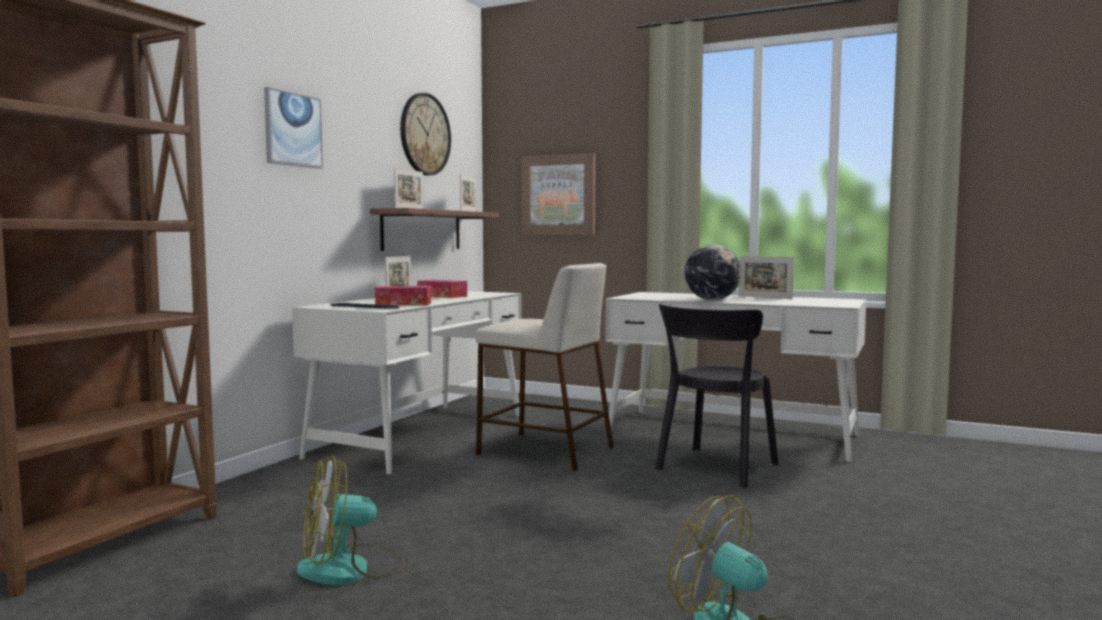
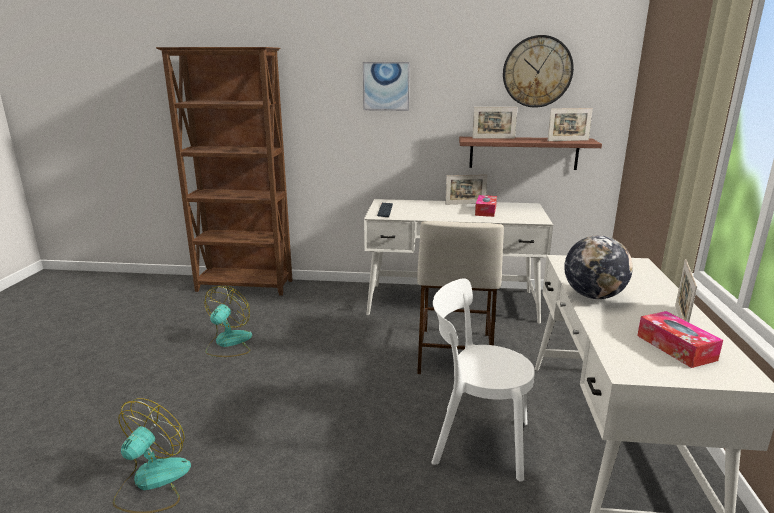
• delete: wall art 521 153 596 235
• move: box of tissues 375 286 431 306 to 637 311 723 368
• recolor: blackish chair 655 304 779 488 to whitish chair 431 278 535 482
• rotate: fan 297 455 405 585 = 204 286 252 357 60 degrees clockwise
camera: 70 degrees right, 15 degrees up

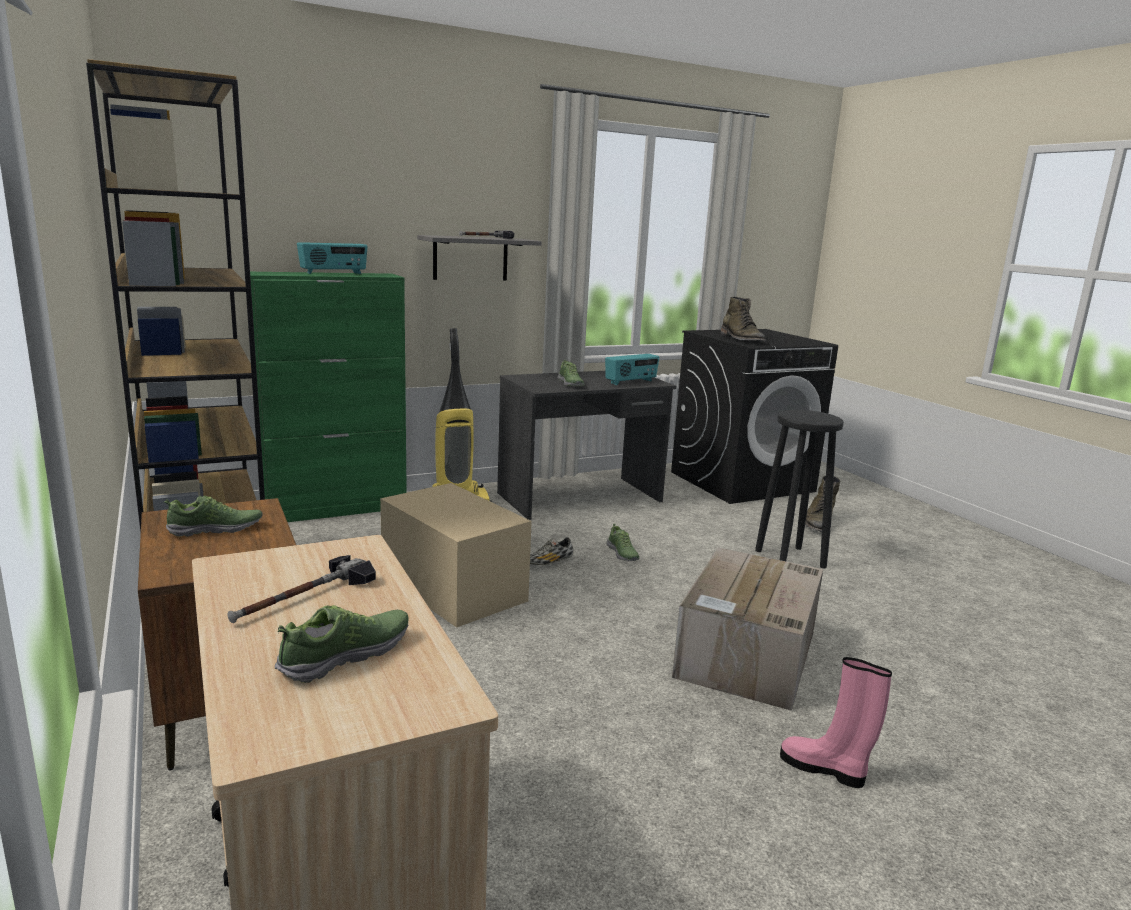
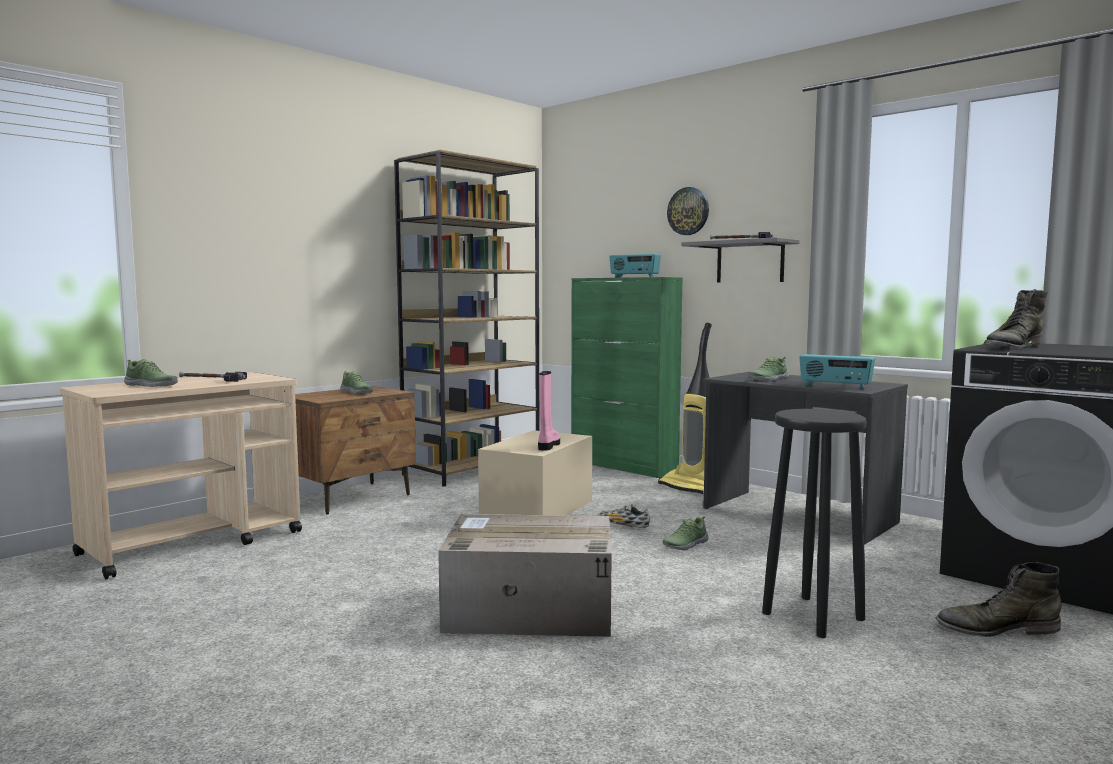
• insert: wall clock 667 187 709 235
• move: pink-coloured high-top boot 780 657 892 788 to 538 371 560 451
camera: 70 degrees right, 10 degrees down

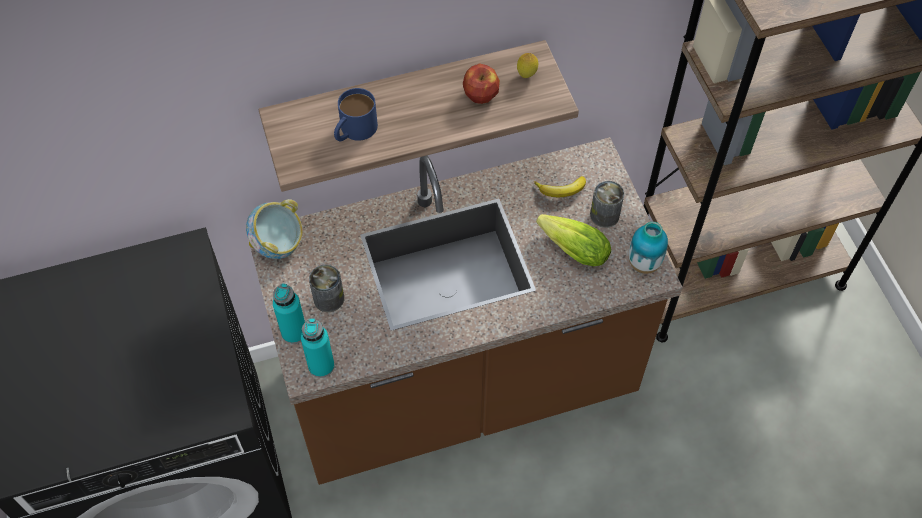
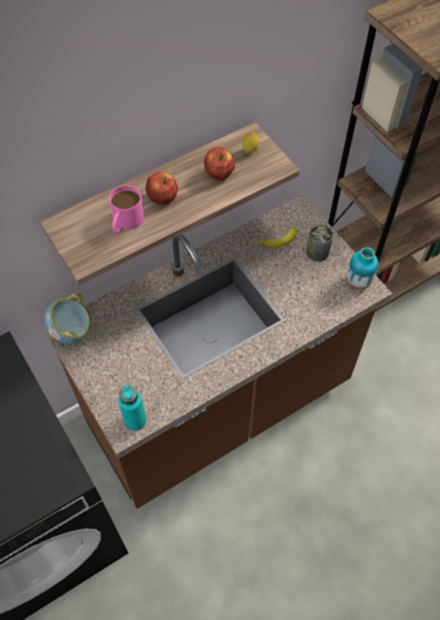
• delete: blue-green beverage bottle 273 283 305 344
• delete: can 309 264 344 312
• delete: head of lettuce 536 214 611 266
• insert: apple fruit 145 172 178 205
• recolor: blue-coloured tea mug 334 88 378 141 to pink-coloured tea mug 109 185 144 233
camera: 15 degrees left, 0 degrees up

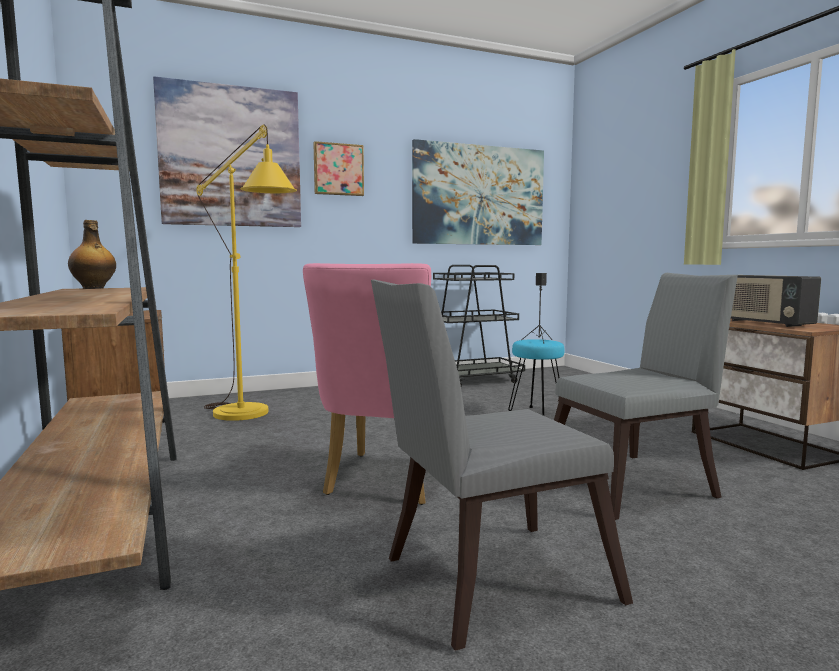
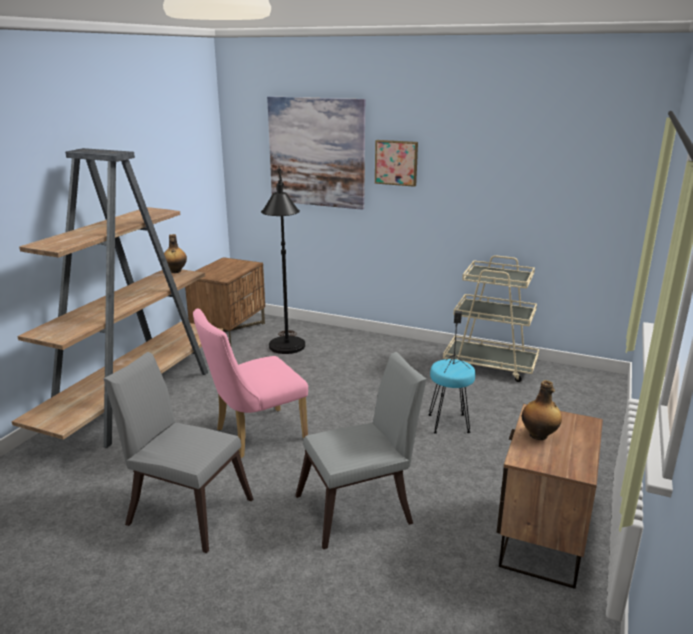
• delete: wall art 412 139 544 245
• replace: radio set 731 275 821 327 to beverage bottle 522 380 562 440
• recolor: yellow-coloured standard lamp 196 125 297 421 to blackish standard lamp 261 165 305 354
• recolor: blackish cart 433 265 525 386 to sand-coloured cart 443 255 539 382
• rotate: grey chair 554 273 738 520 = 295 352 427 549 45 degrees counterclockwise
camera: 45 degrees right, 15 degrees up

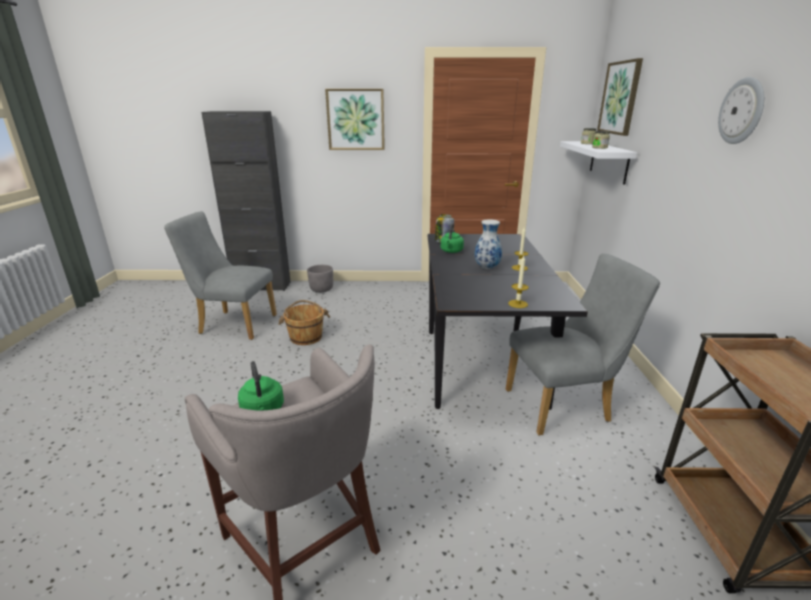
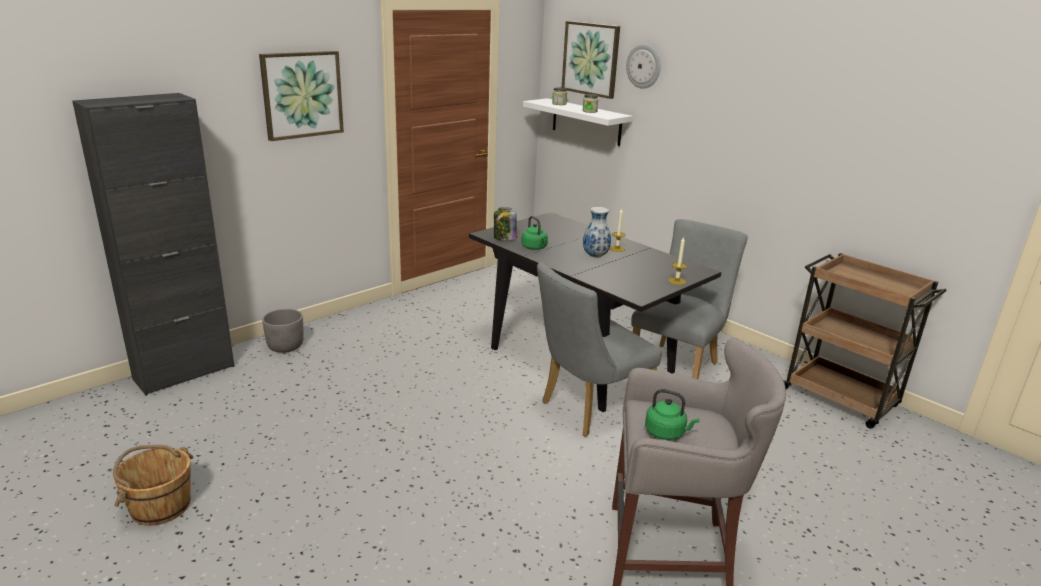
• move: grey chair 164 211 277 340 to 537 262 662 437
• move: brownish bucket 278 300 330 345 to 113 445 193 526
• move: wall clock 718 77 764 144 to 626 44 660 89
camera: 45 degrees left, 0 degrees up

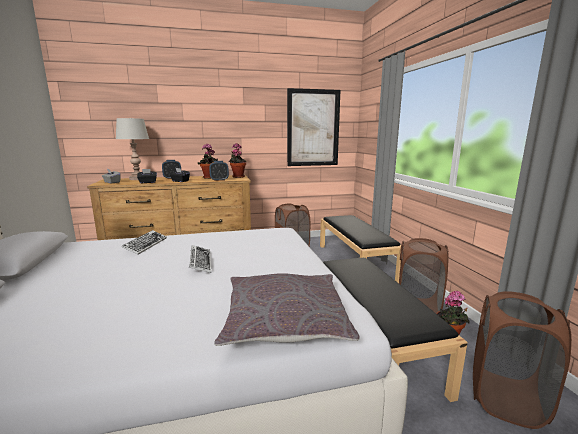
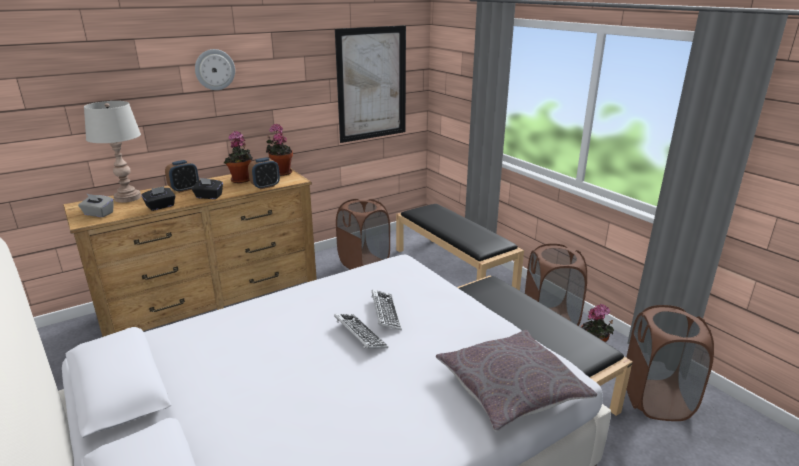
• insert: wall clock 195 49 235 90
• move: keyboard 122 230 167 255 to 372 289 402 330
camera: 20 degrees left, 10 degrees up

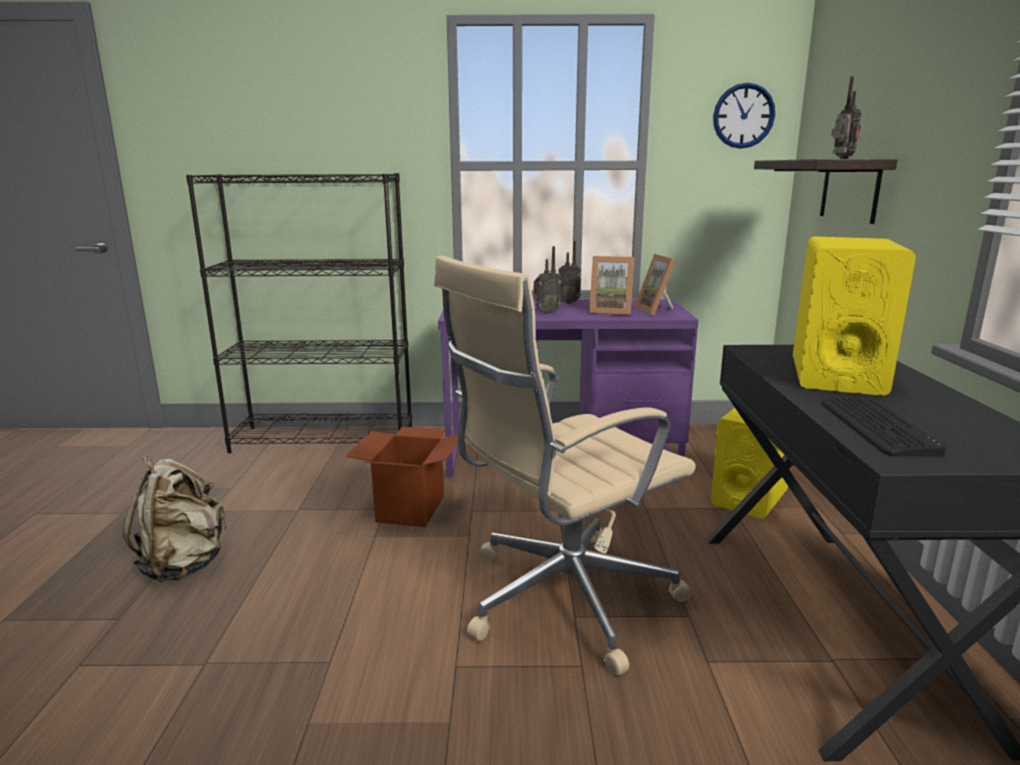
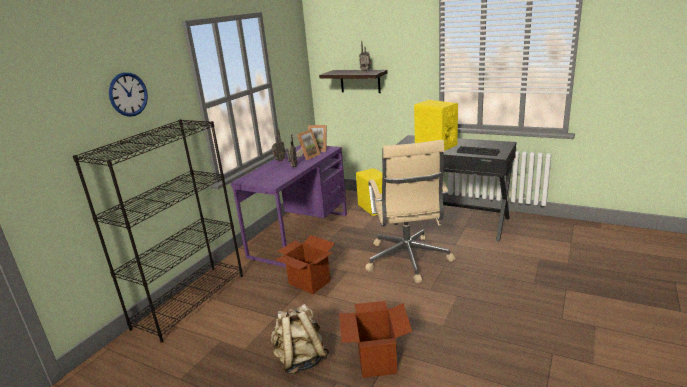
• insert: packing box 339 301 412 378
• move: wall clock 713 83 775 149 to 109 72 148 117
camera: 60 degrees left, 5 degrees up

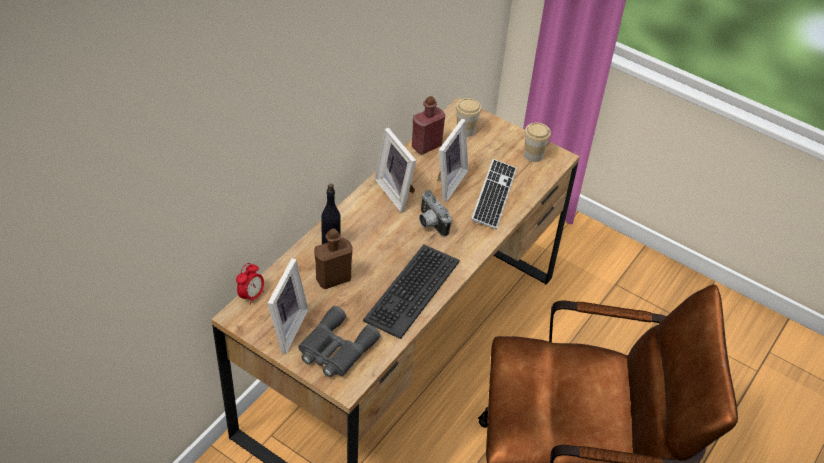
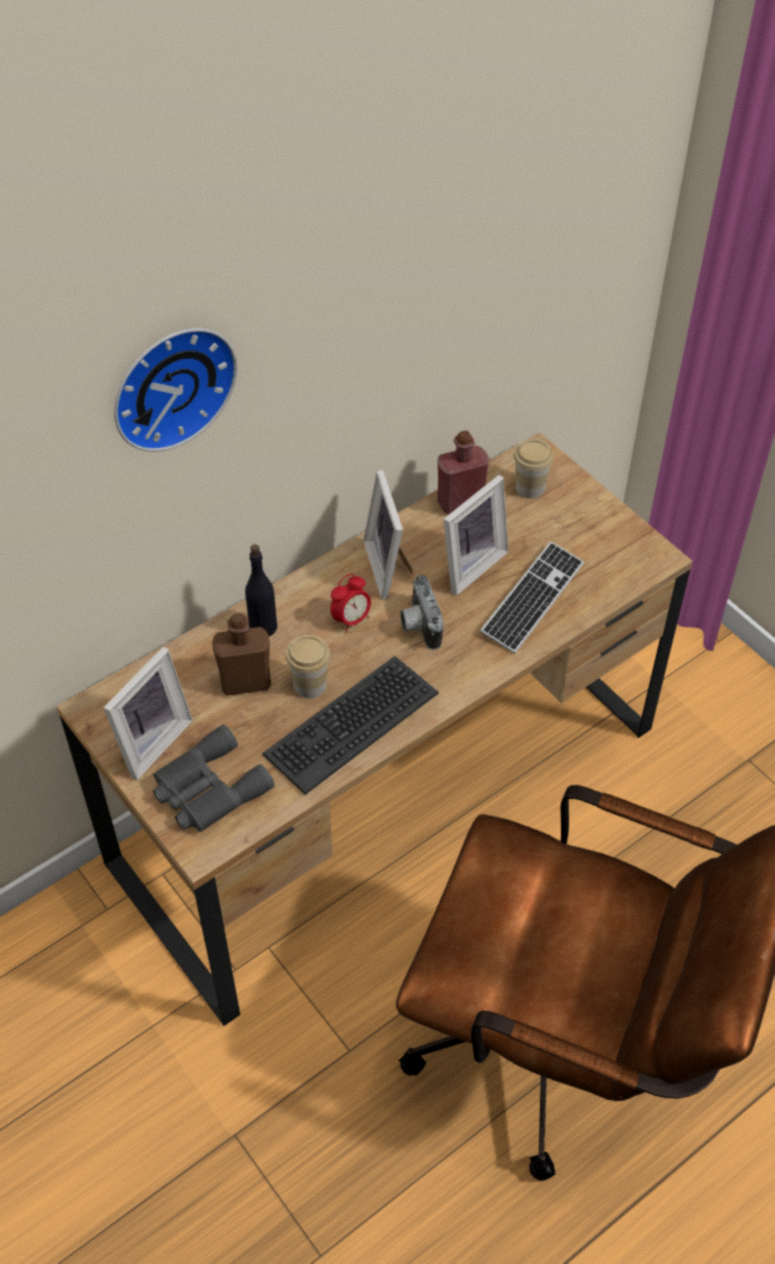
• insert: wall clock 114 328 237 452
• move: bedside clock 236 263 264 305 to 330 574 371 633
• move: small cup 524 122 551 162 to 286 635 330 698
camera: 20 degrees right, 5 degrees up

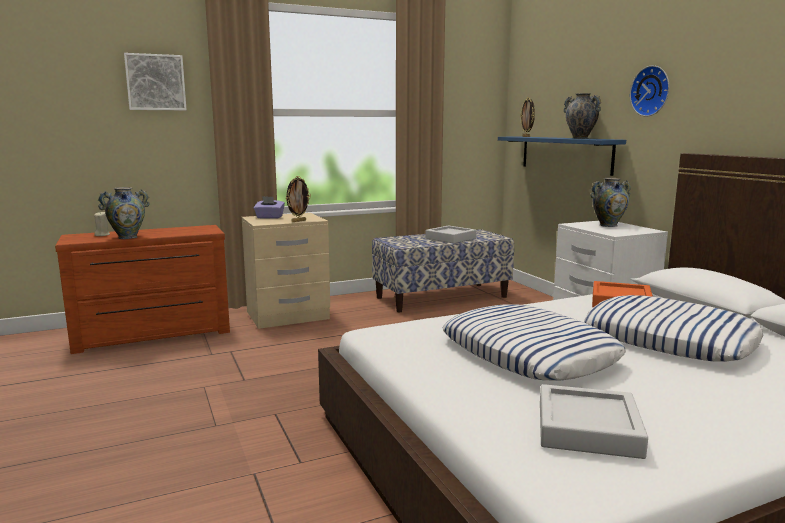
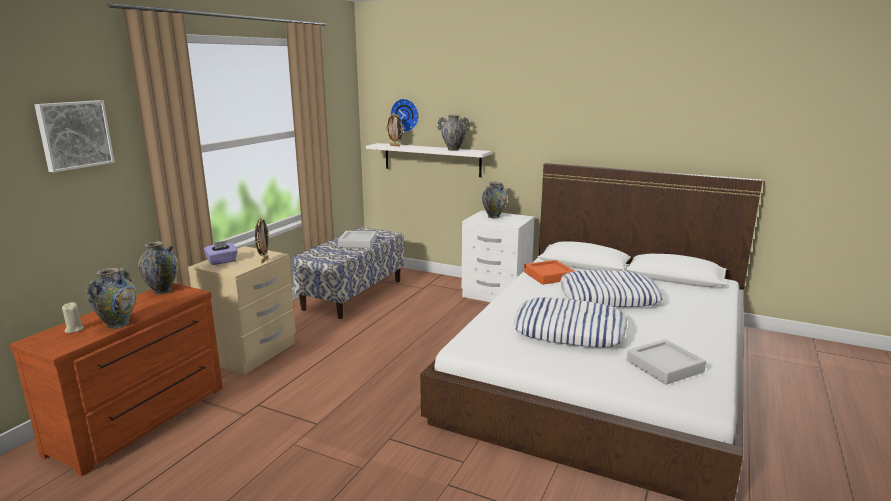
• insert: flower vase 138 241 179 294
• move: wall clock 630 65 669 117 to 390 99 419 132
• recolor: blue-coloured wall shelf 498 136 626 176 to whitish wall shelf 366 143 491 177
camera: 40 degrees left, 5 degrees up

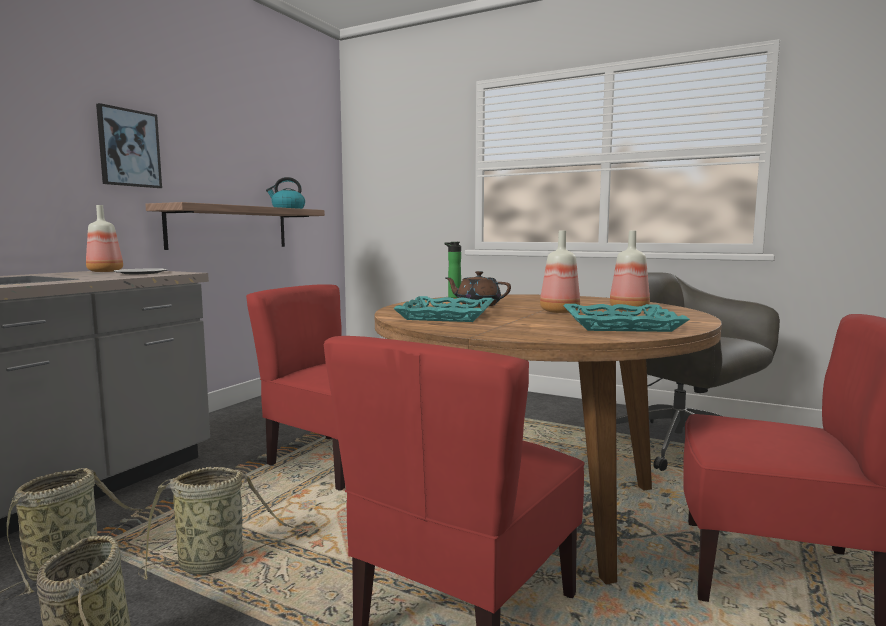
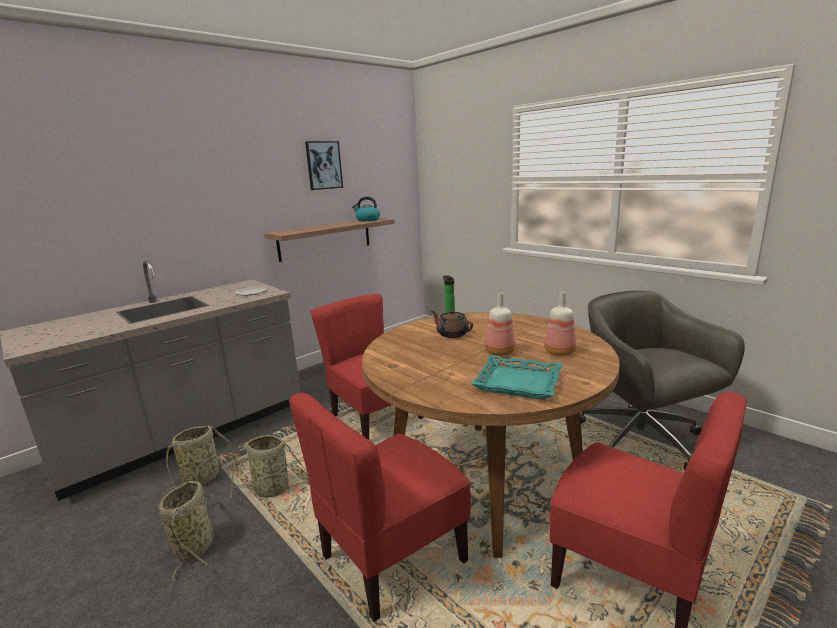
• delete: beverage bottle 86 205 123 272
• delete: blue-green carrying tray 393 296 494 322
• move: wall art 96 103 162 188 to 305 141 343 190
camera: 20 degrees right, 10 degrees up

